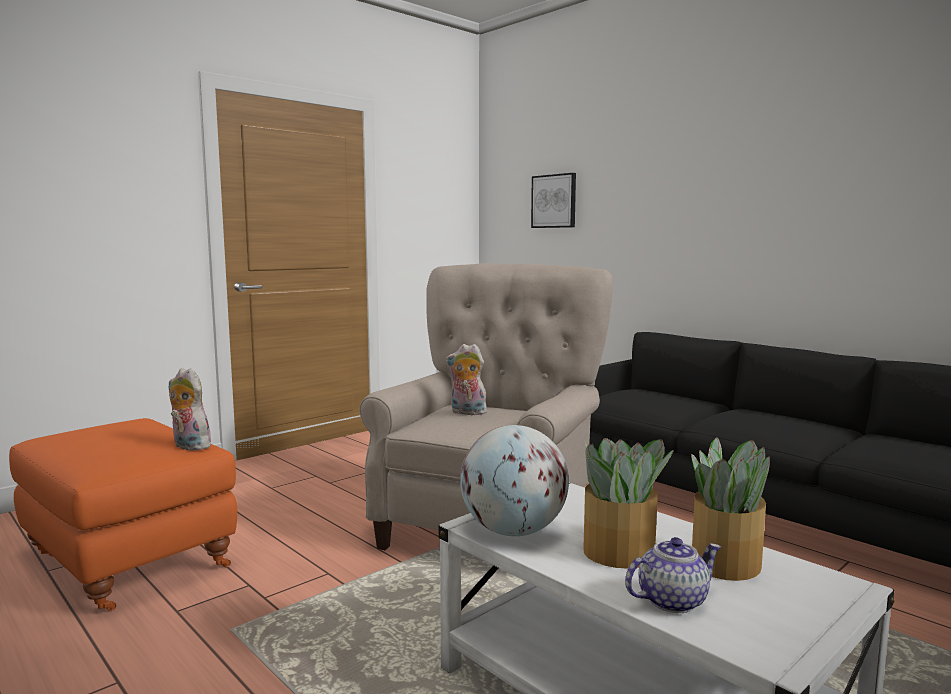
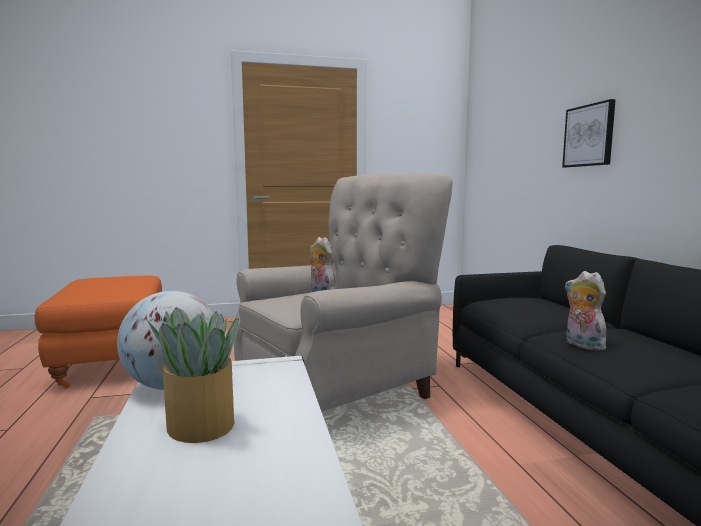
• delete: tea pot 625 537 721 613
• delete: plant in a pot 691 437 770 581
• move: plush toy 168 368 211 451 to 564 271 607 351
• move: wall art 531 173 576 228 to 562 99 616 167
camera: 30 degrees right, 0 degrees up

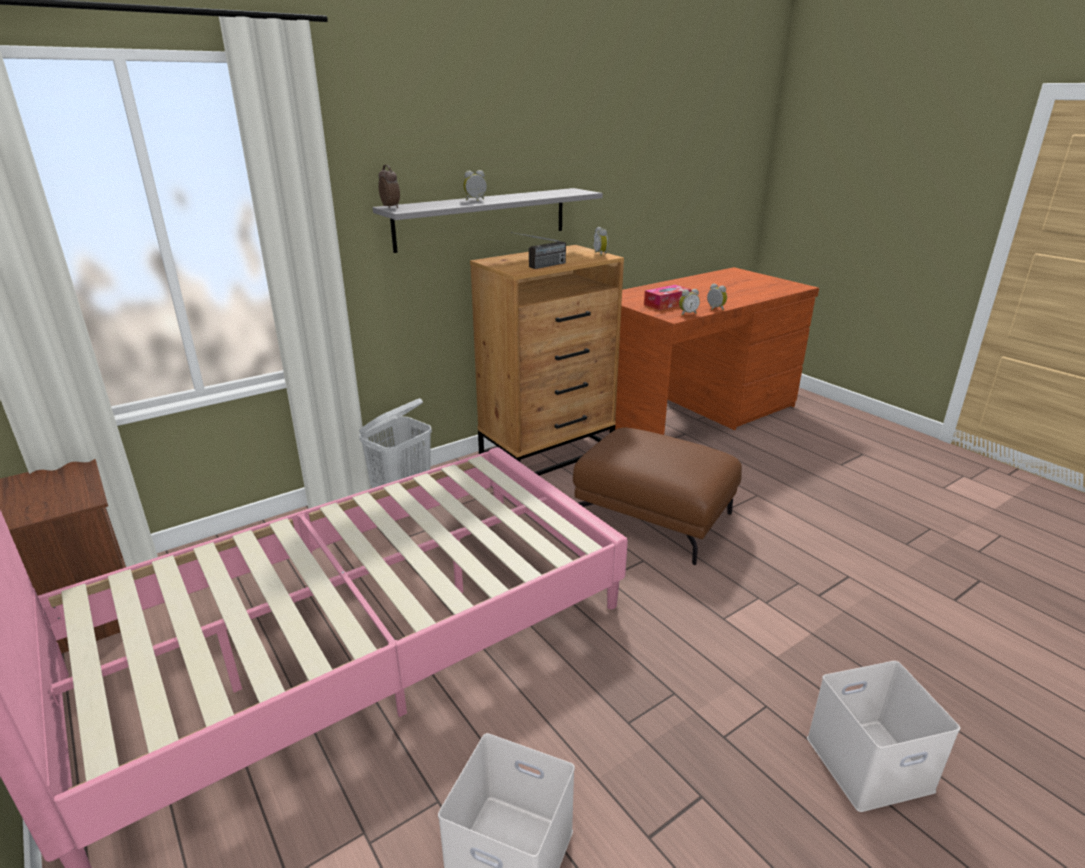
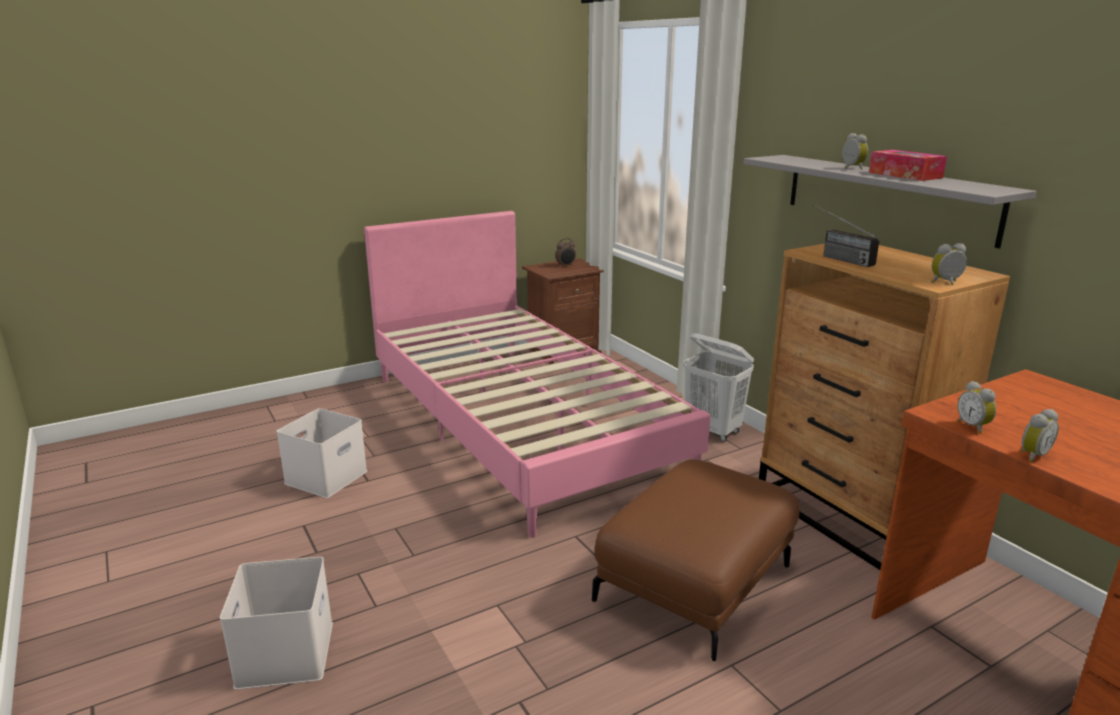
• move: bedside clock 379 165 400 208 to 555 238 576 267
• move: box of tissues 644 285 691 310 to 869 150 947 181
camera: 95 degrees right, 5 degrees down

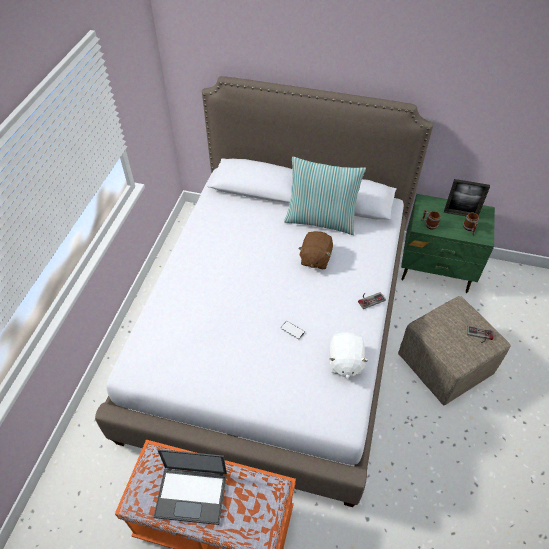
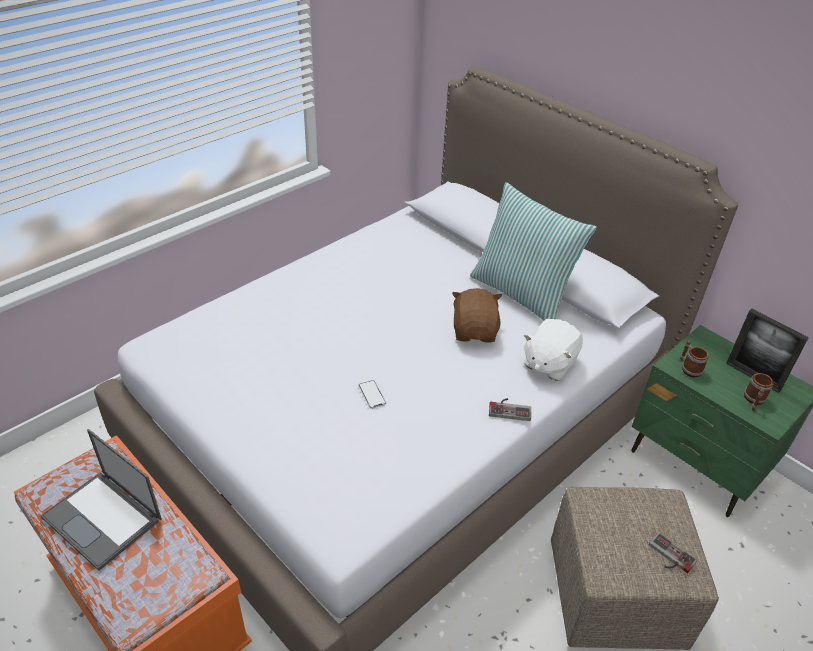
• move: whitish plush toy 329 332 368 379 to 523 319 583 381
• rotate: brownish plush toy 298 231 333 269 = 452 288 502 342 135 degrees clockwise
camera: 30 degrees right, 10 degrees down

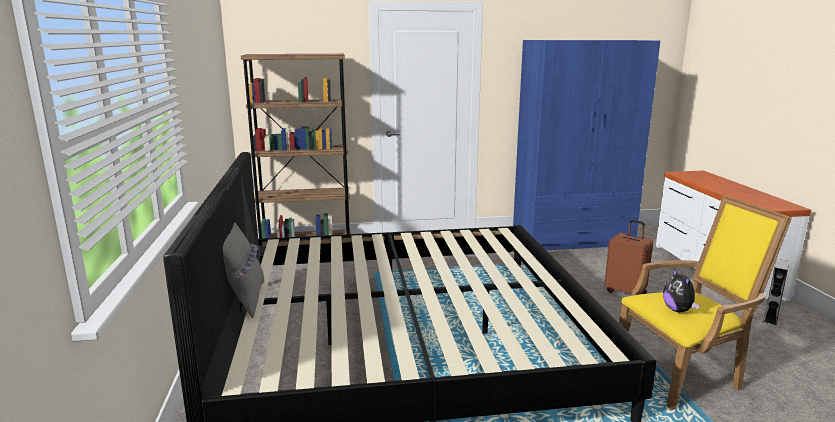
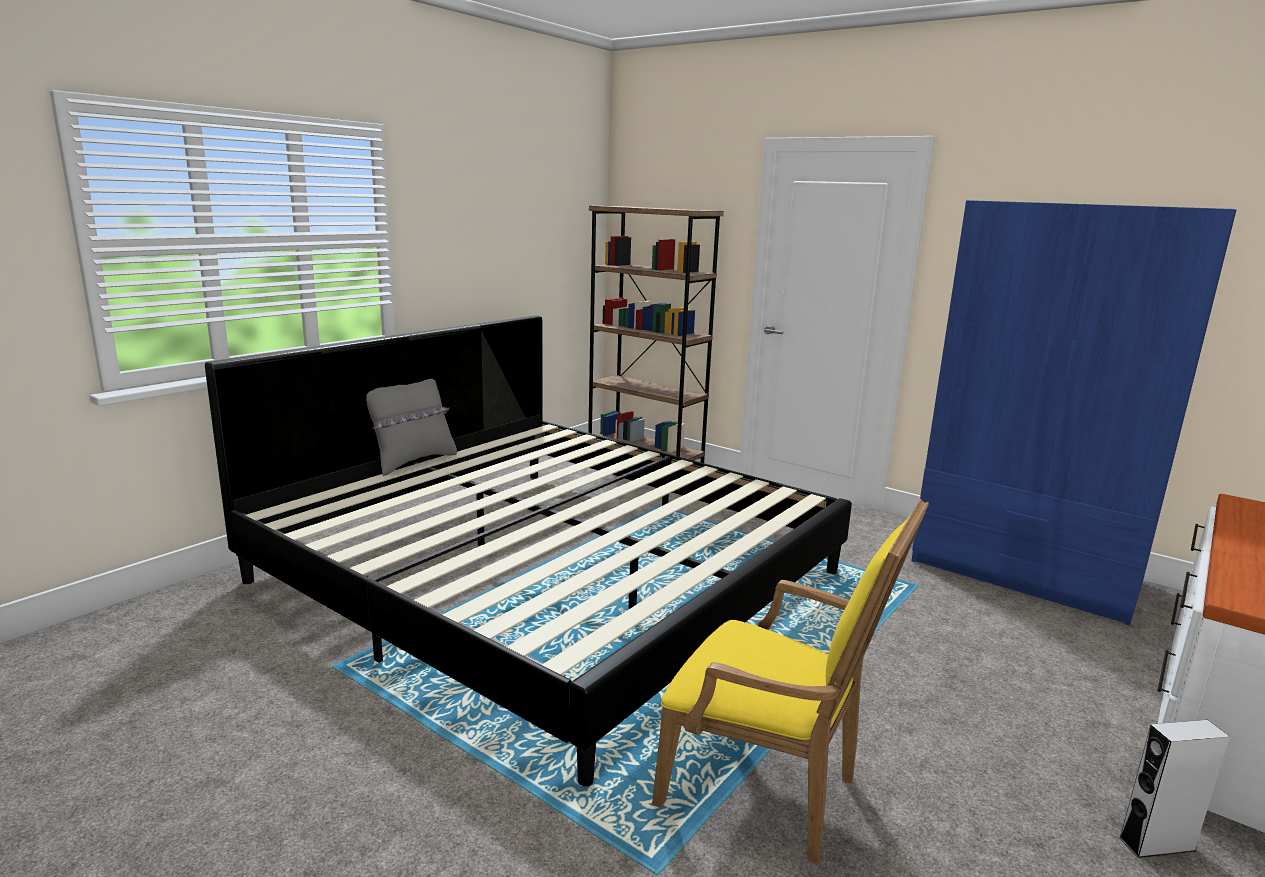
• delete: brownish travel case 605 220 653 294
• delete: plush toy 663 269 700 312
camera: 45 degrees right, 0 degrees up

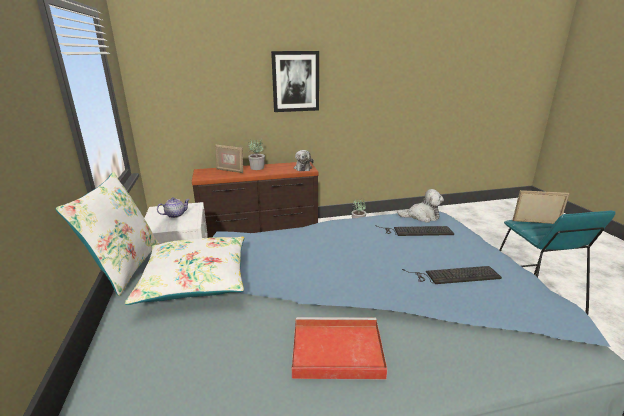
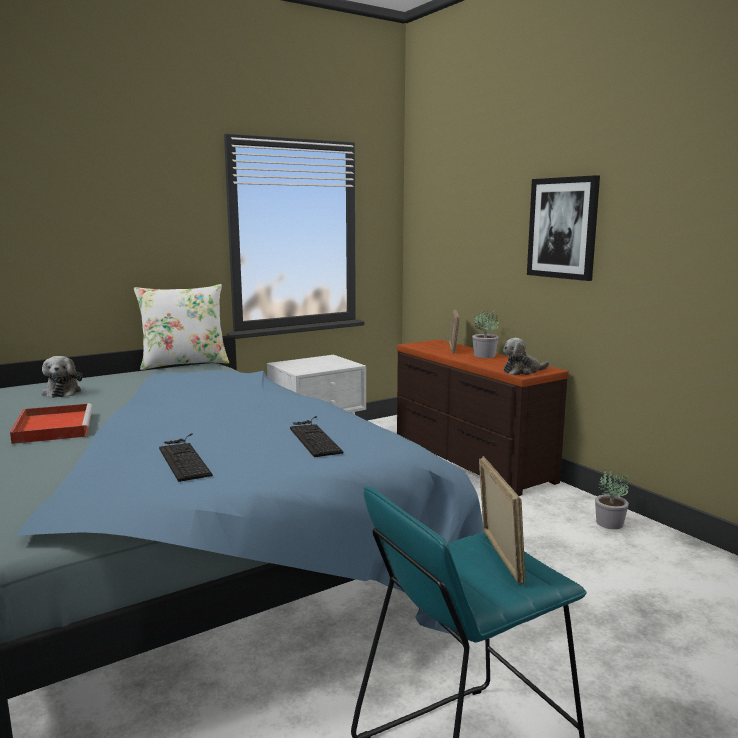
• delete: whitish throw pillow 125 237 244 305
• delete: tea pot 157 197 190 218
• move: plush toy 397 189 444 223 to 42 356 82 398
camera: 70 degrees right, 10 degrees down

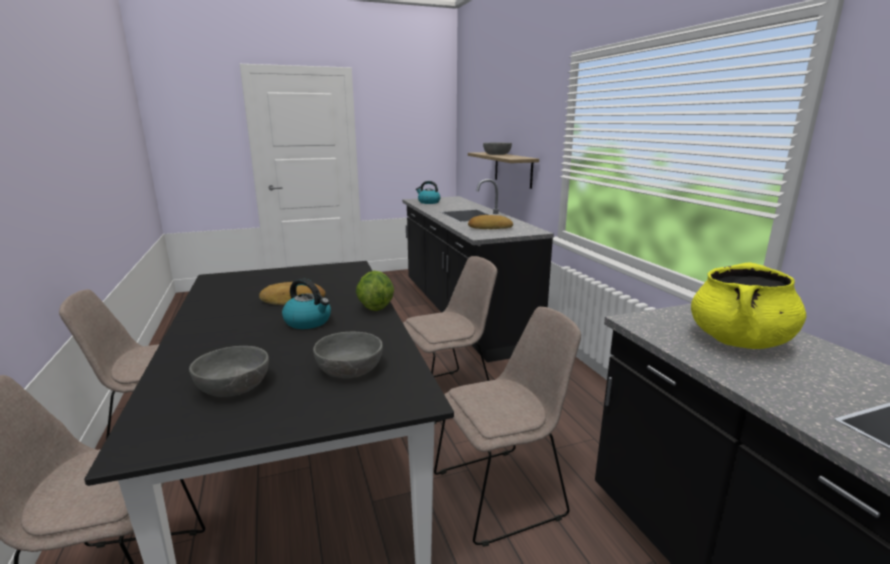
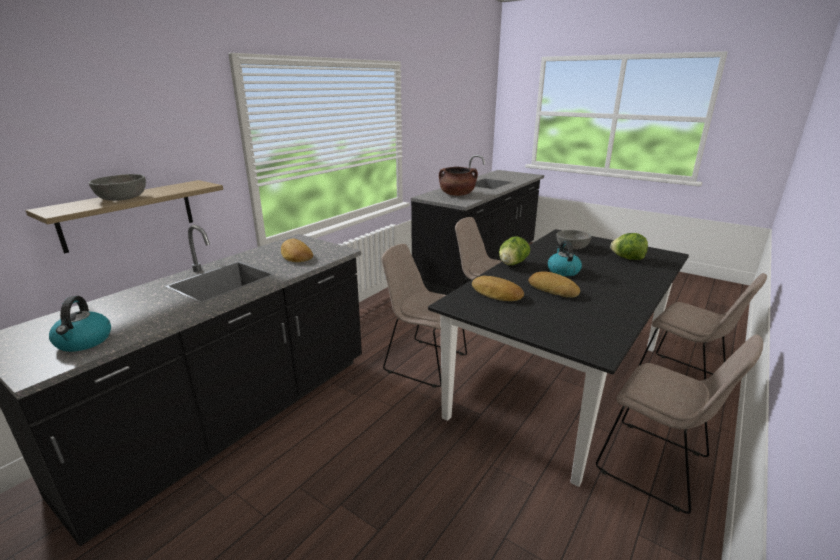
• insert: bakery bread 472 276 524 301
• replace: grey bowl 189 346 269 397 to head of lettuce 610 233 648 260
• recolor: yellow-coloured stockpot 691 263 806 349 to brownish stockpot 439 167 478 196
camera: 125 degrees left, 5 degrees up

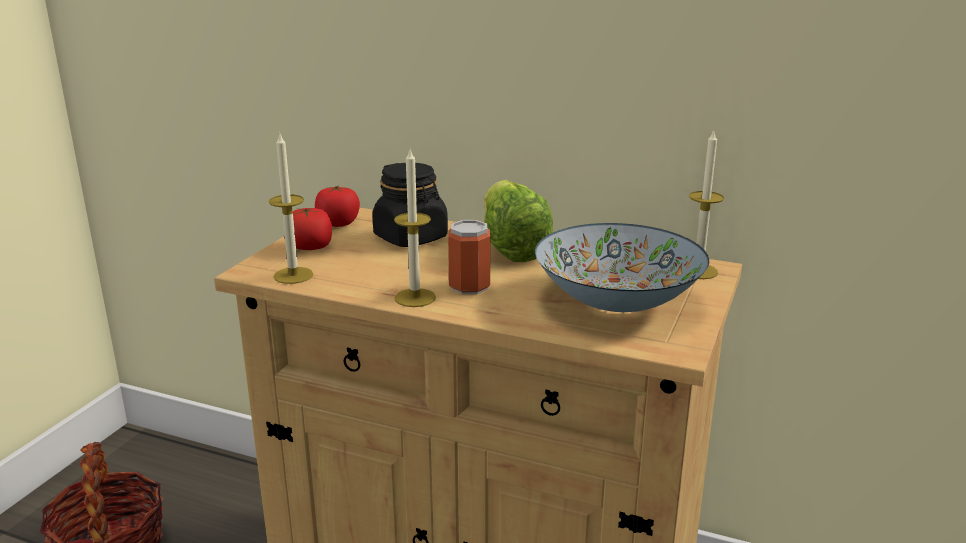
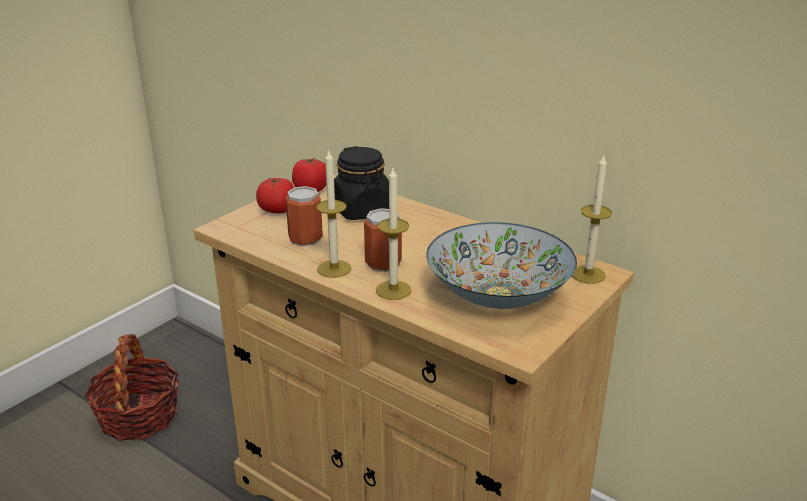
• delete: head of lettuce 484 180 553 262
• insert: can 285 186 323 247
• move: wax light 269 134 313 284 to 376 168 412 300
camera: 15 degrees right, 5 degrees up

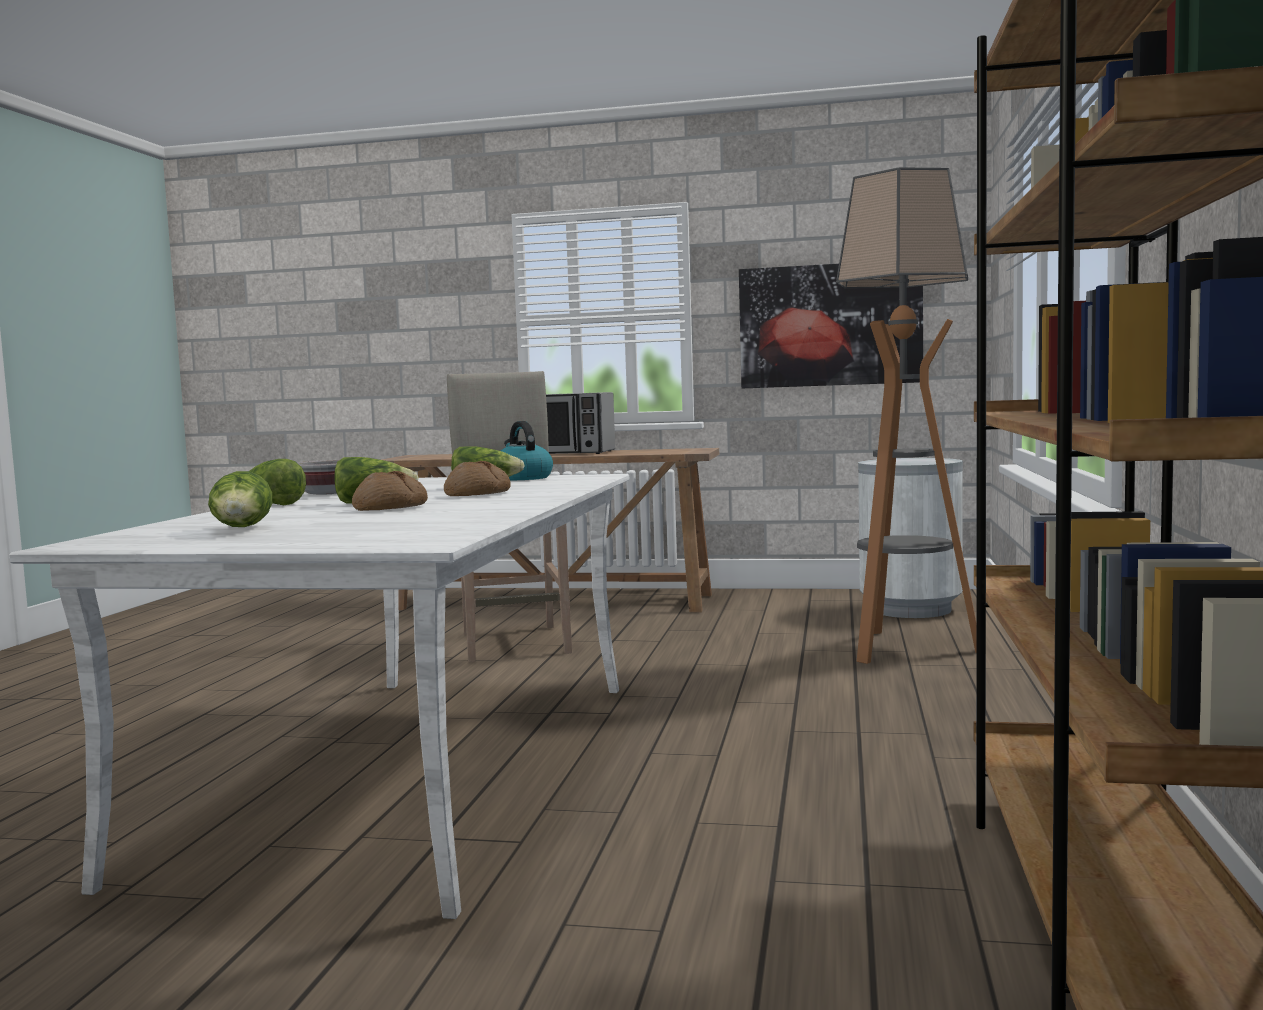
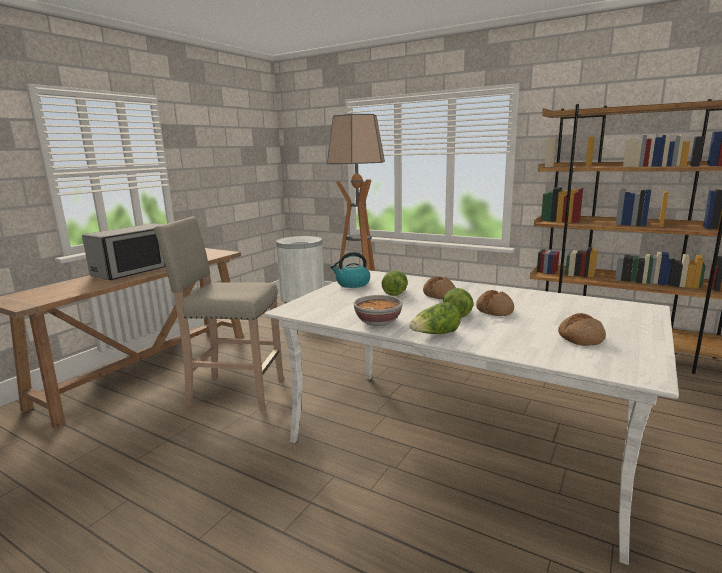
• delete: wall art 739 264 923 388
• replace: head of lettuce 208 471 272 527 to bakery bread 558 313 606 346
camera: 70 degrees left, 10 degrees up

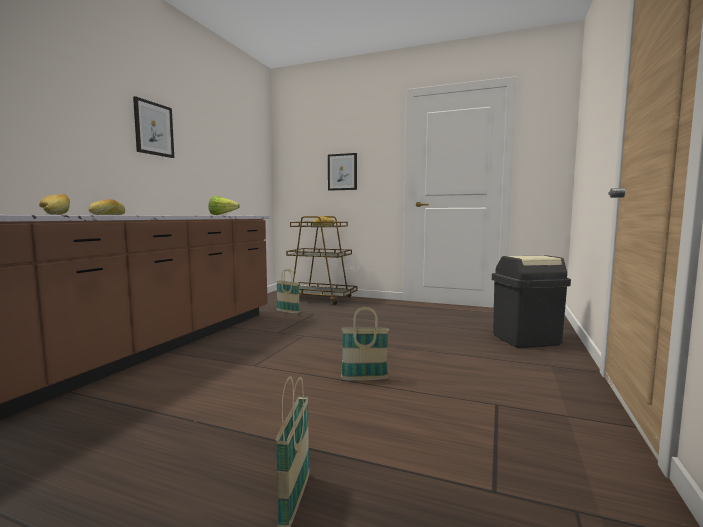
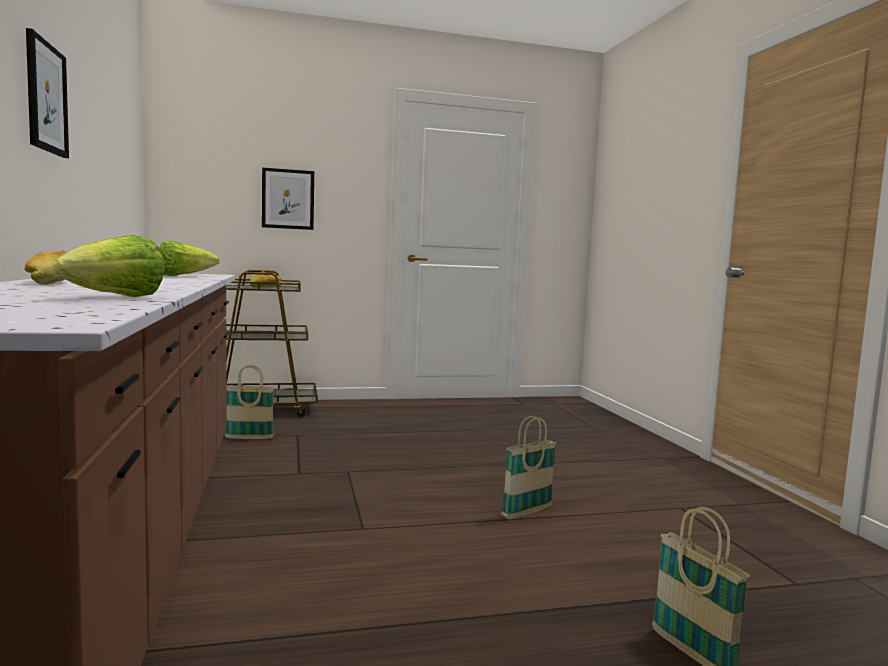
• delete: blackish rubbish bin 492 255 571 348
• replace: bakery bread 39 194 70 215 to head of lettuce 53 235 165 297
camera: 35 degrees left, 0 degrees up

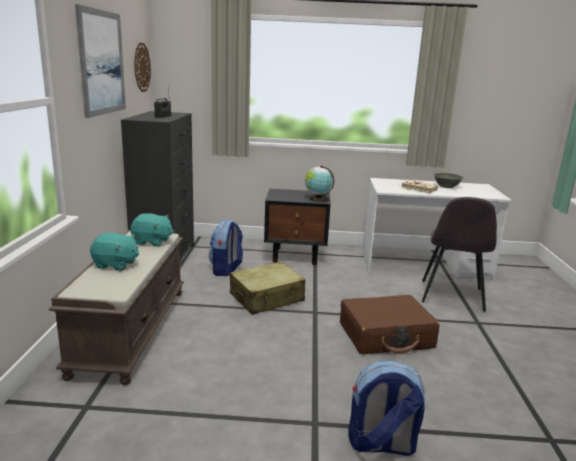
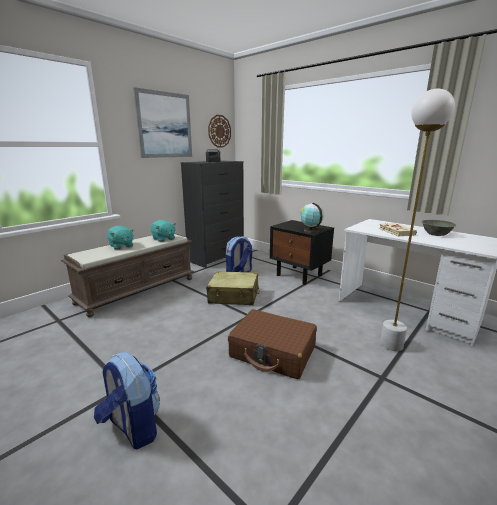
• replace: grey chair 422 197 497 312 to whitish standard lamp 380 89 455 351
camera: 40 degrees right, 0 degrees up

